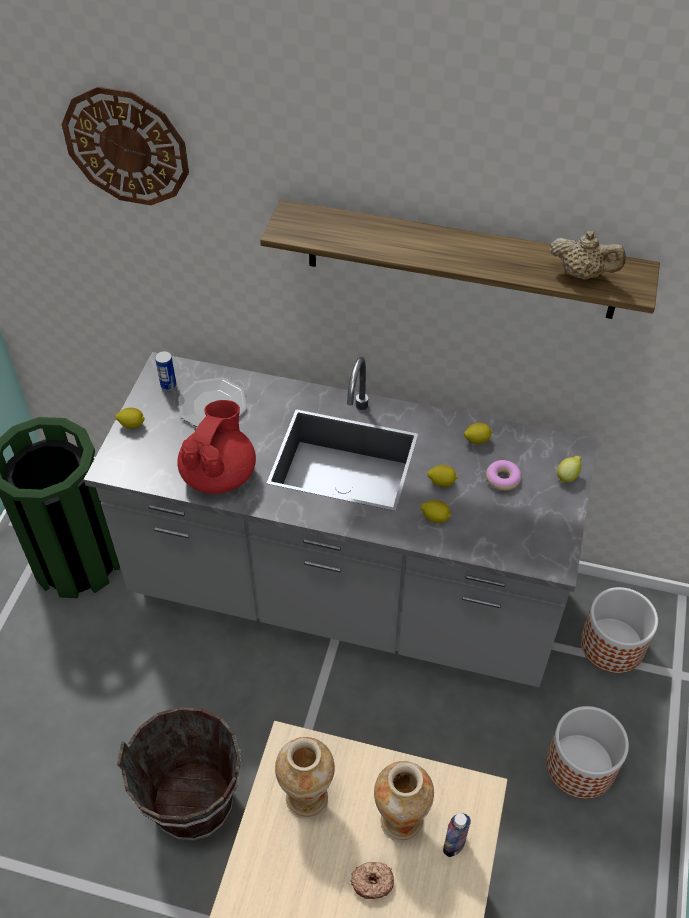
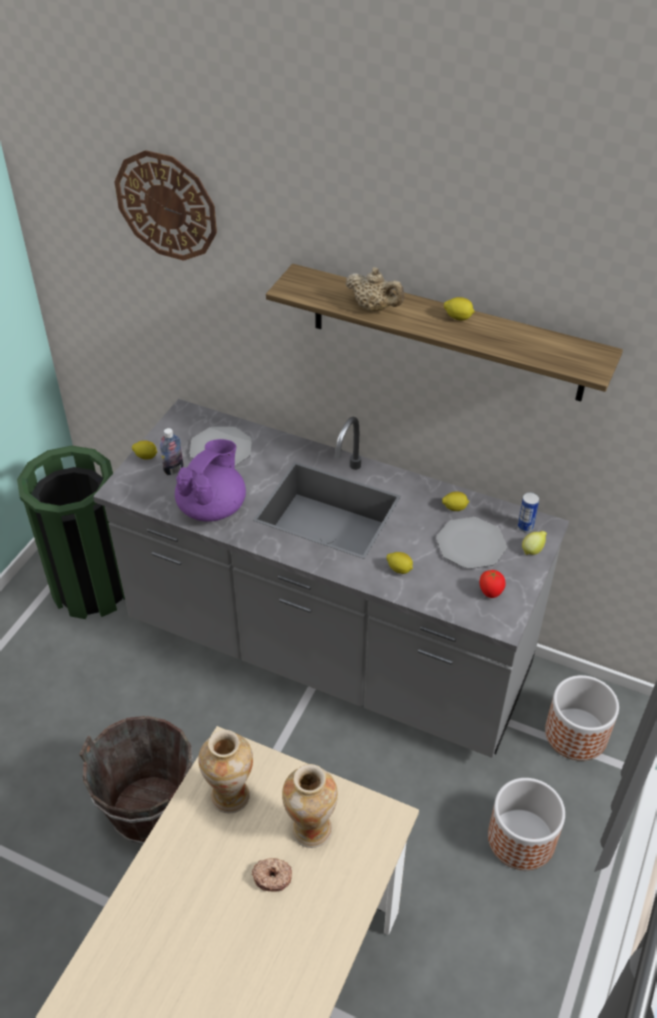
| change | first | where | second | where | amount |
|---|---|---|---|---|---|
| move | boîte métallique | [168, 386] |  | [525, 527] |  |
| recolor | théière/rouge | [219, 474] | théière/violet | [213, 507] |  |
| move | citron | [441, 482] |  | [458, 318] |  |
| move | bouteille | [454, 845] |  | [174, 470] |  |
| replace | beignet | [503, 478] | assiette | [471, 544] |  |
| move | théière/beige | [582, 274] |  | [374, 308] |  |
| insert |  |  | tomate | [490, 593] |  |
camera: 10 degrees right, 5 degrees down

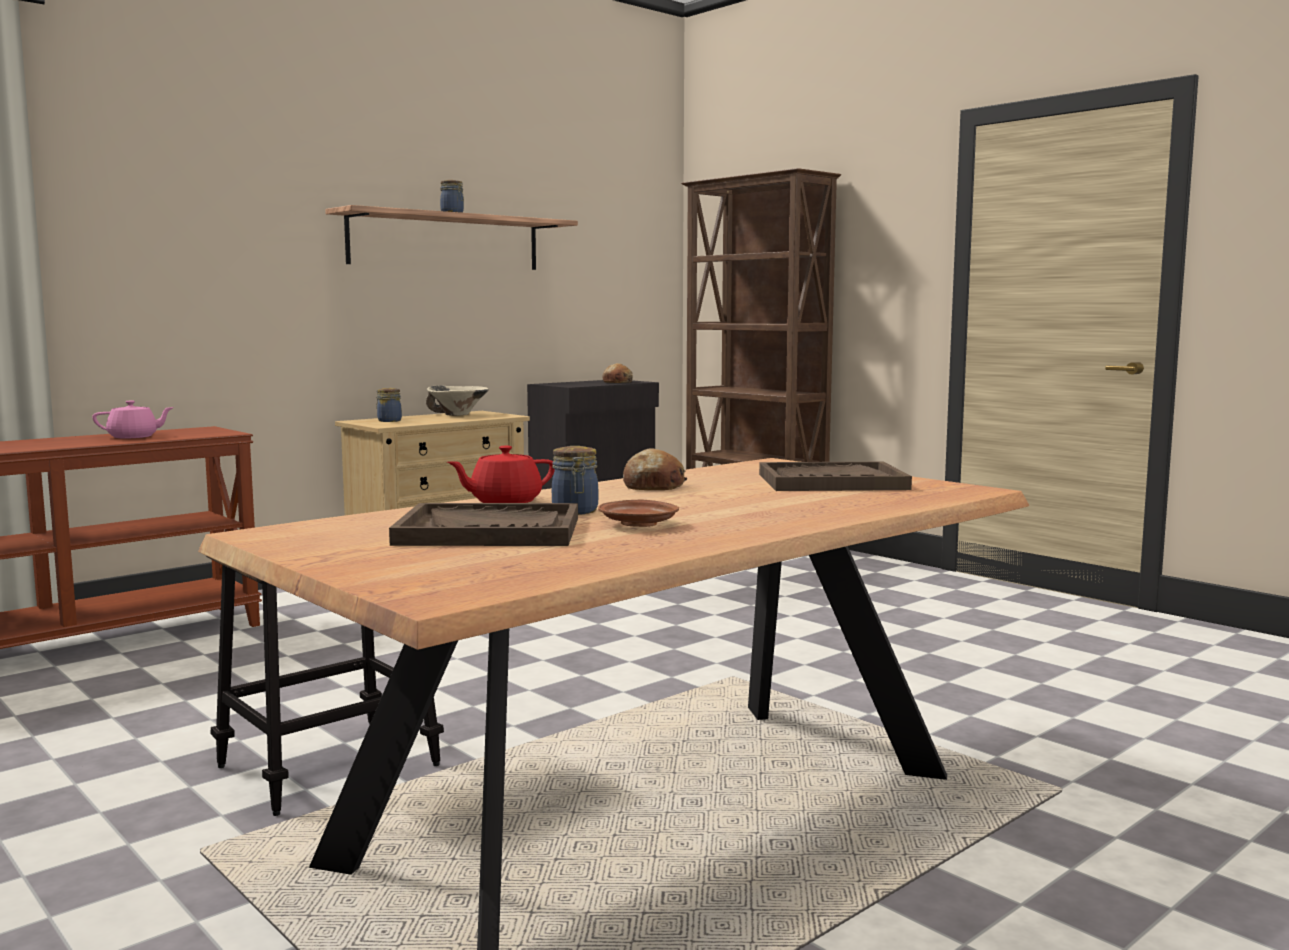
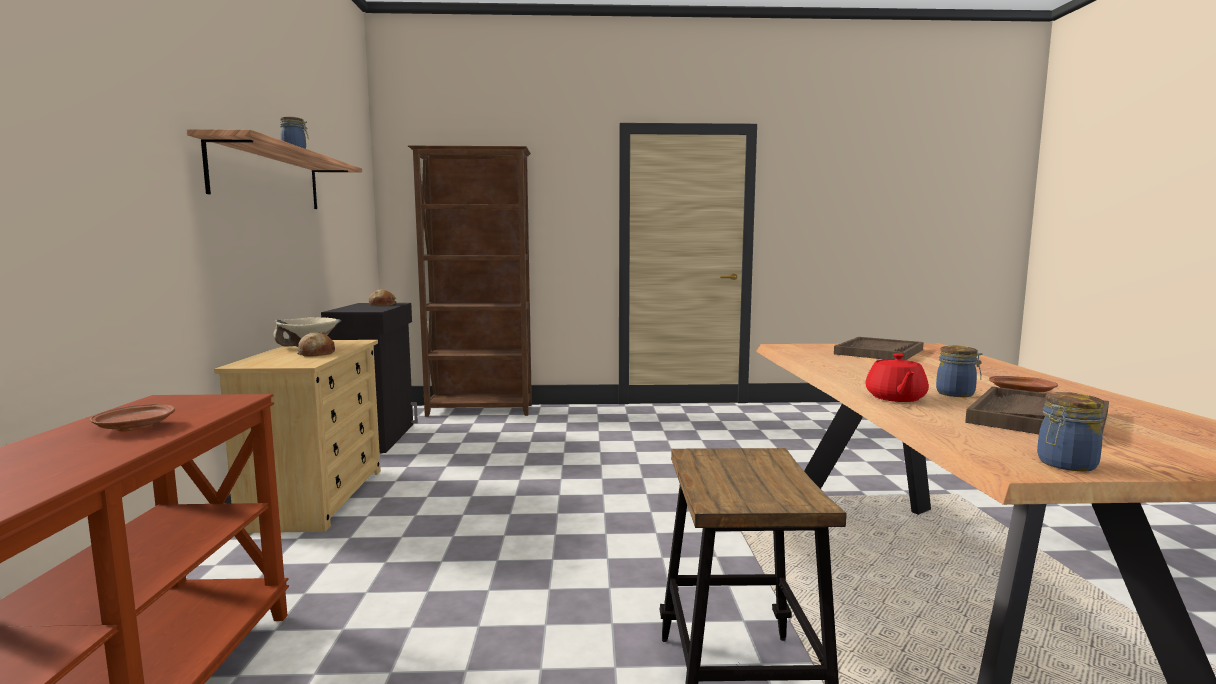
| change | first | where | second | where | amount |
|---|---|---|---|---|---|
| replace | théière/rose | [134, 437] | assiette/marron | [135, 427] |  |
| move | bocal | [388, 421] |  | [1065, 464] |  |
| move | pain | [653, 486] |  | [316, 353] |  |
camera: 50 degrees left, 0 degrees up

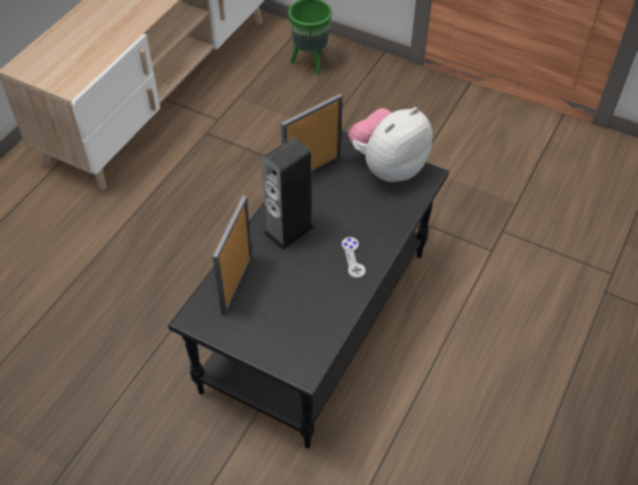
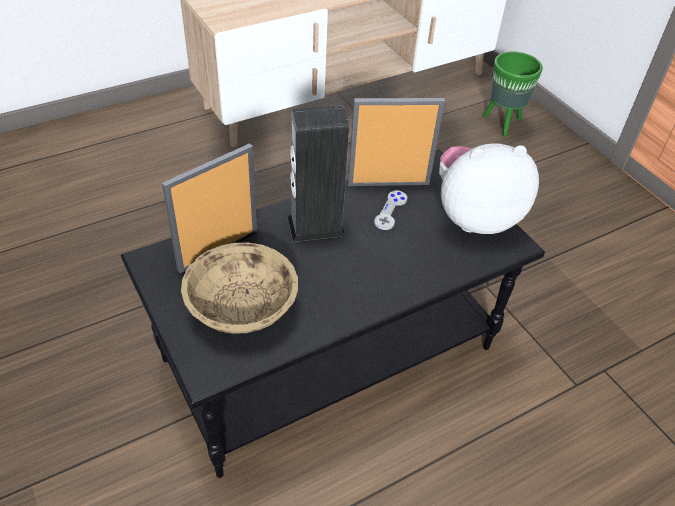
| change | first | where | second | where | amount |
|---|---|---|---|---|---|
| move | manette/gris | [353, 258] |  | [390, 211] |  |
| insert |  |  | bol/beige | [242, 306] |  |
camera: 30 degrees right, 5 degrees down

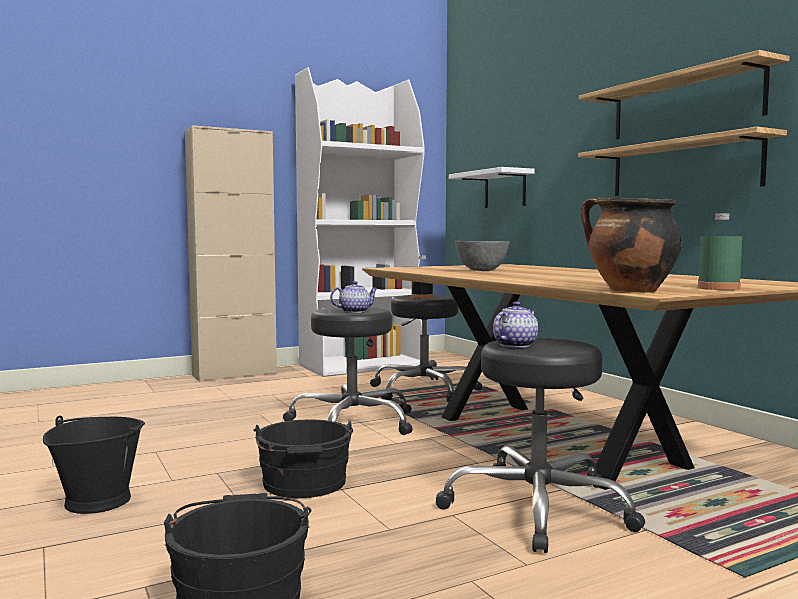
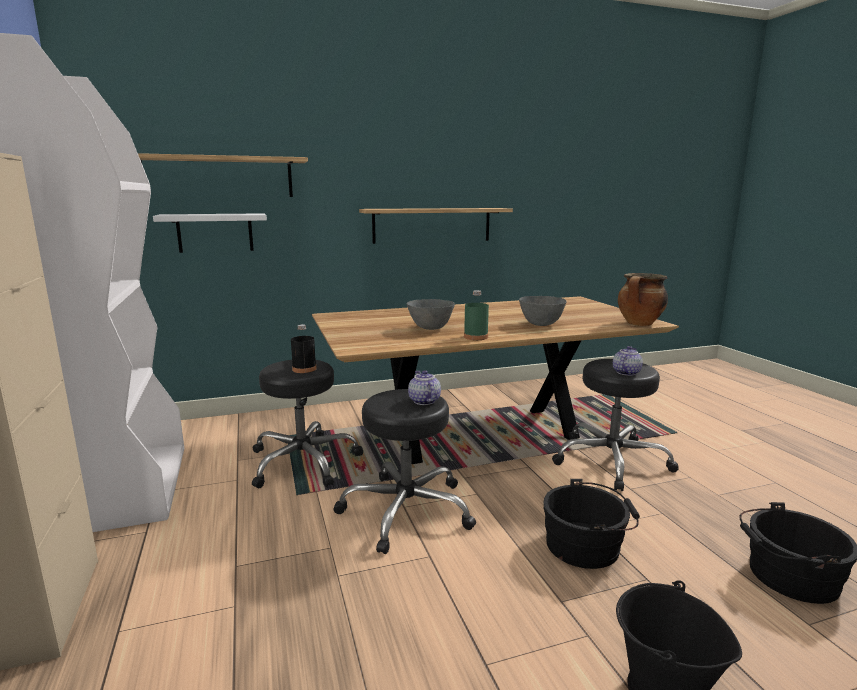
| change | first | where | second | where | amount |
|---|---|---|---|---|---|
| rotate | théière | [514, 345] |  | [625, 372] | 75 degrees clockwise |
| move | étagère | [684, 104] |  | [218, 177] |  |
| move | bouteille/vert | [718, 288] |  | [475, 337] |  |
| insert |  |  | bol/gris | [541, 324] |  |
camera: 80 degrees left, 10 degrees up

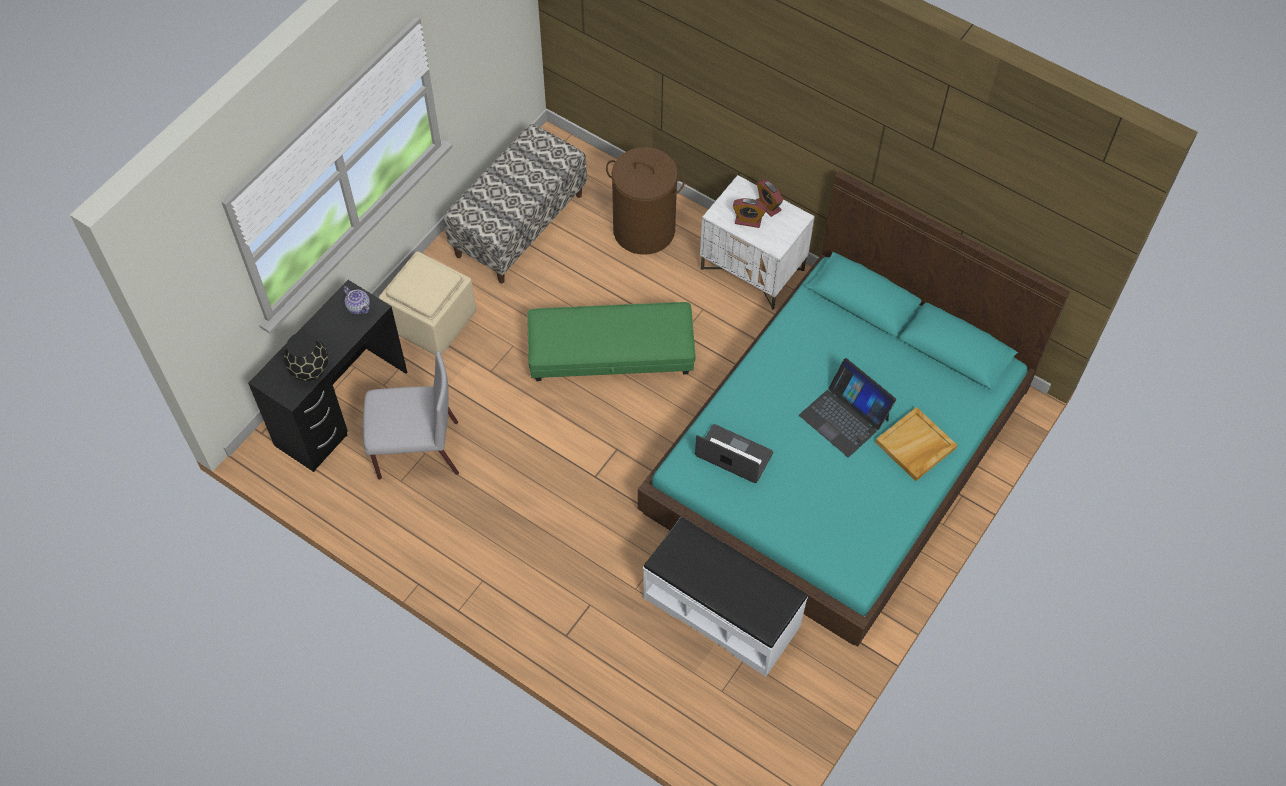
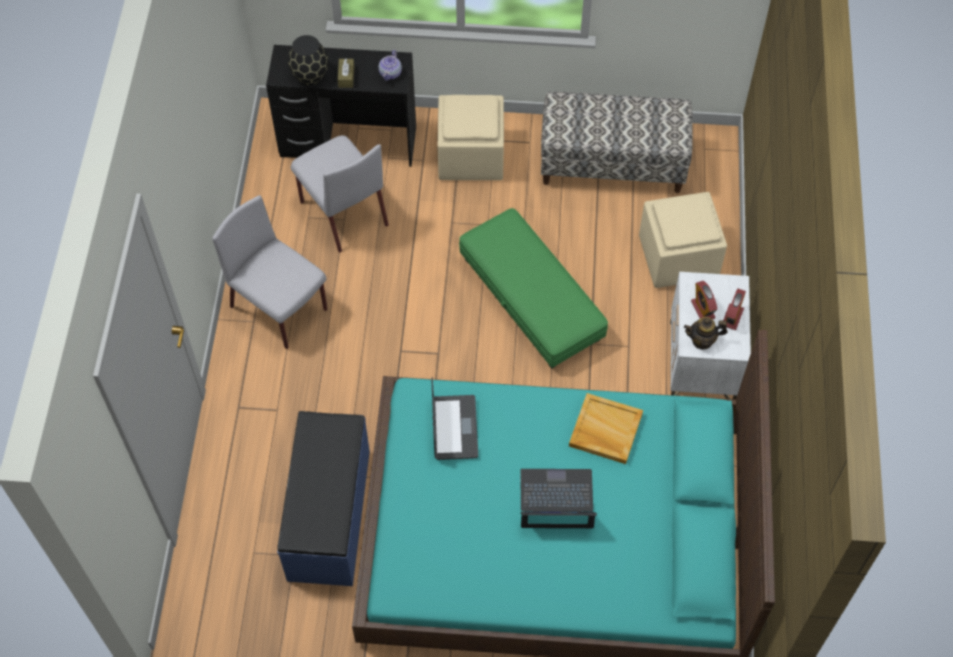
| change | first | where | second | where | amount |
|---|---|---|---|---|---|
| replace | panier à linge/marron | [644, 230] | pouf/beige | [679, 258] |  |
| recolor | banc/blanc | [722, 611] | banc/bleu | [330, 514] |  |
| rotate | ordinateur portable | [844, 417] |  | [556, 500] | 75 degrees clockwise |
| move | plateau/beige | [915, 446] |  | [605, 430] |  |
| insert |  |  | chaise/gris | [280, 309] |  |
| insert |  |  | boîte à mouchoirs/marron | [346, 77] |  |
| insert |  |  | théière | [702, 340] |  |
camera: 60 degrees right, 0 degrees up

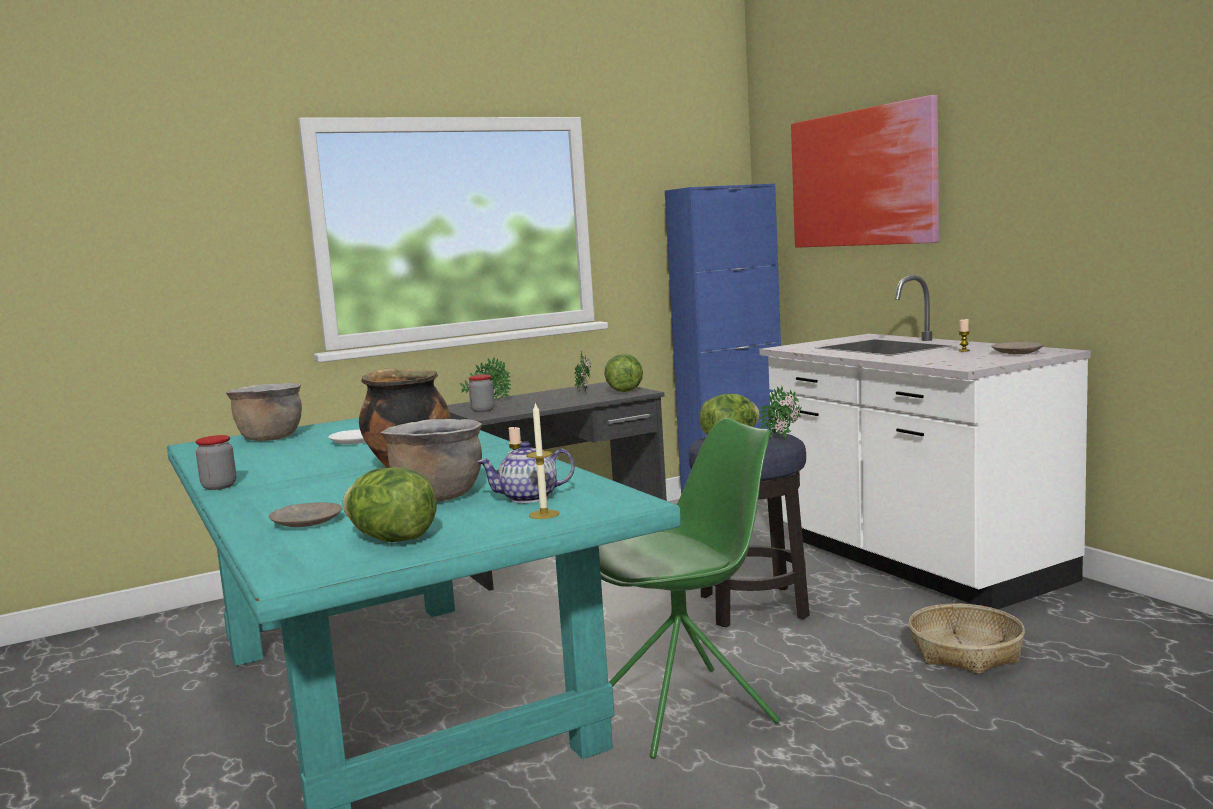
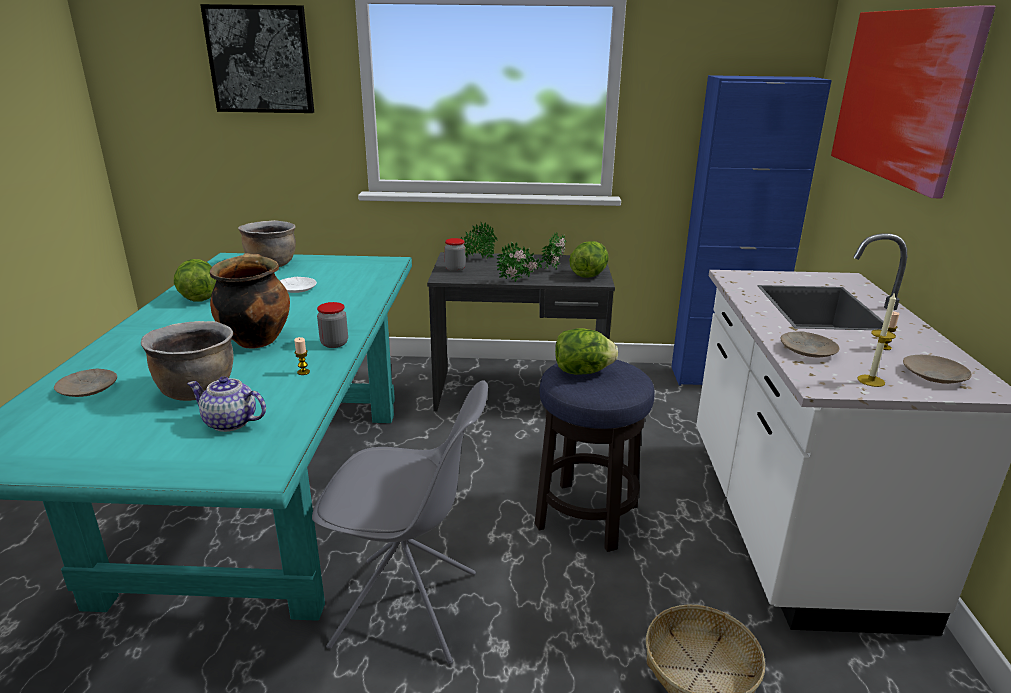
| change | first | where | second | where | amount |
|---|---|---|---|---|---|
| move | bocal | [219, 486] |  | [334, 343] |  |
| move | laitue | [392, 539] |  | [199, 298] |  |
| move | bougie | [544, 514] |  | [871, 380] |  |
| recolor | chaise/vert | [688, 710] | chaise/gris | [409, 609] |  |
| move | plante en pot | [785, 438] |  | [519, 281] |  |
| insert |  |  | tableau | [260, 60] |  |
| insert |  |  | assiette/beige | [807, 350] |  |
camera: 30 degrees right, 15 degrees up

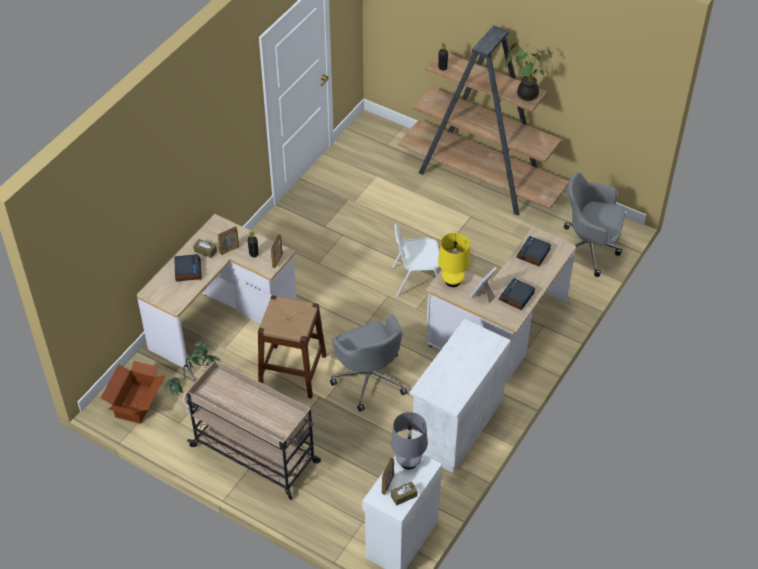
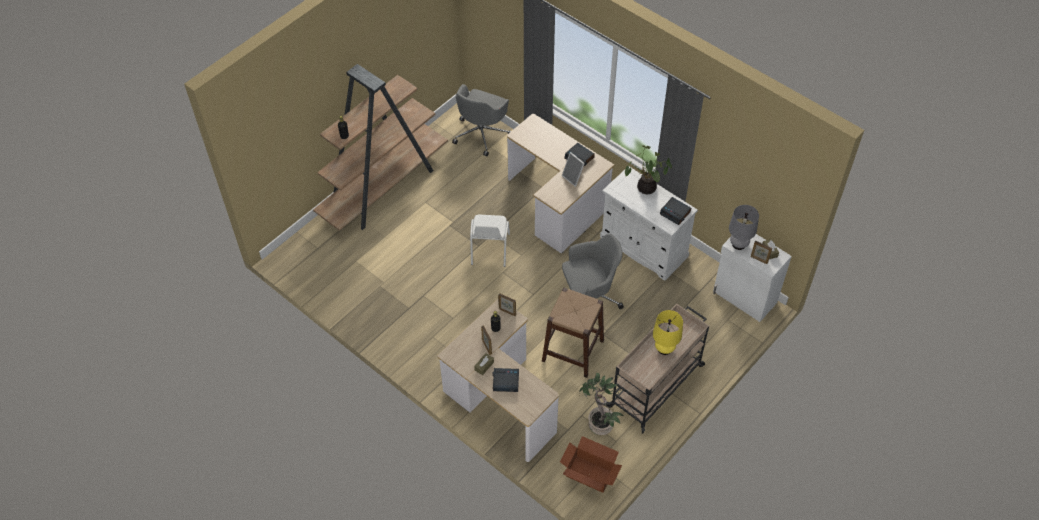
| change | first | where | second | where | amount |
|---|---|---|---|---|---|
| move | lampe de table/jaune | [452, 281] |  | [664, 348] |  |
| move | plante en pot | [525, 94] |  | [645, 189] |  |
| move | réveil | [533, 254] |  | [675, 213] |  |
camera: 80 degrees left, 5 degrees up

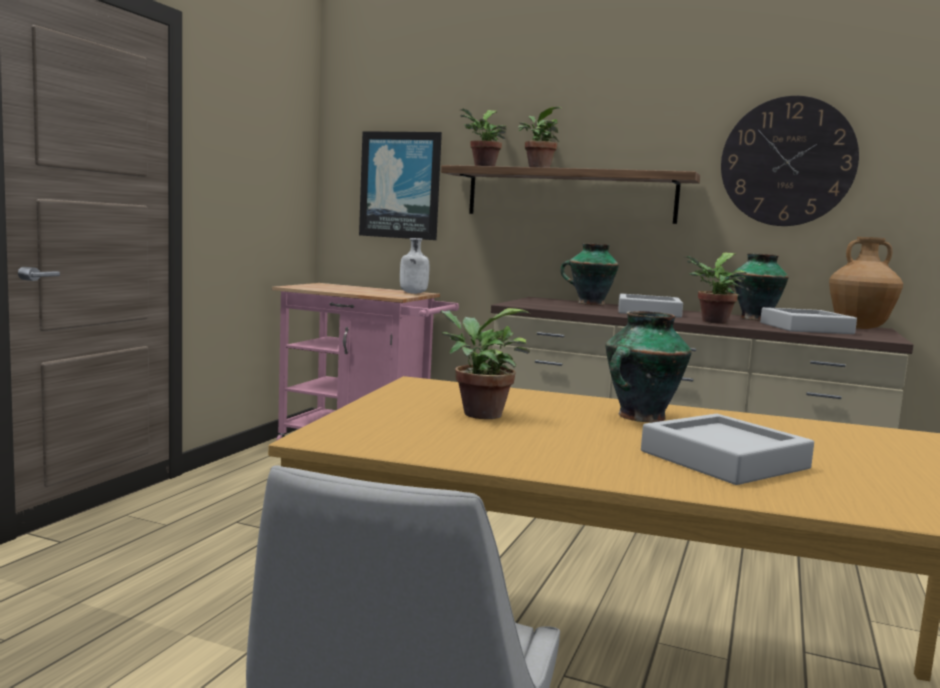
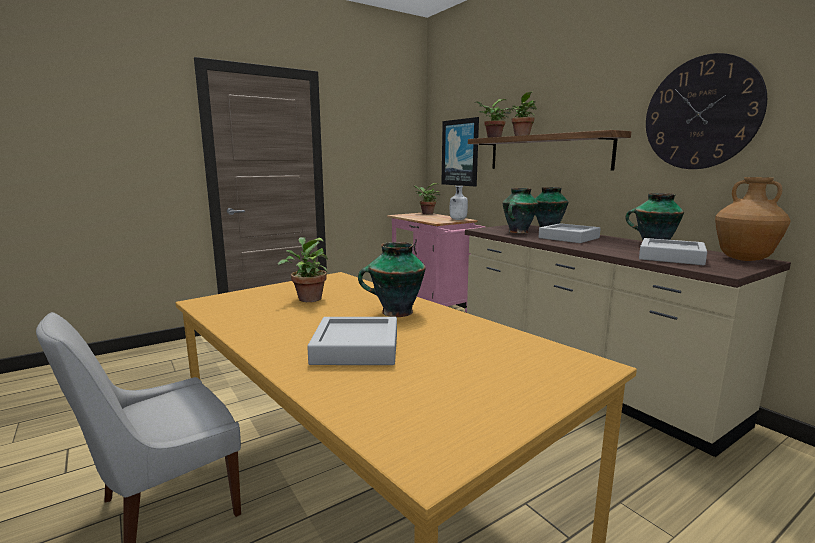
| change | first | where | second | where | amount |
|---|---|---|---|---|---|
| move | plante en pot | [712, 322] |  | [426, 213] |  |
| insert |  |  | vase | [518, 232] |  |
camera: 35 degrees right, 5 degrees up

